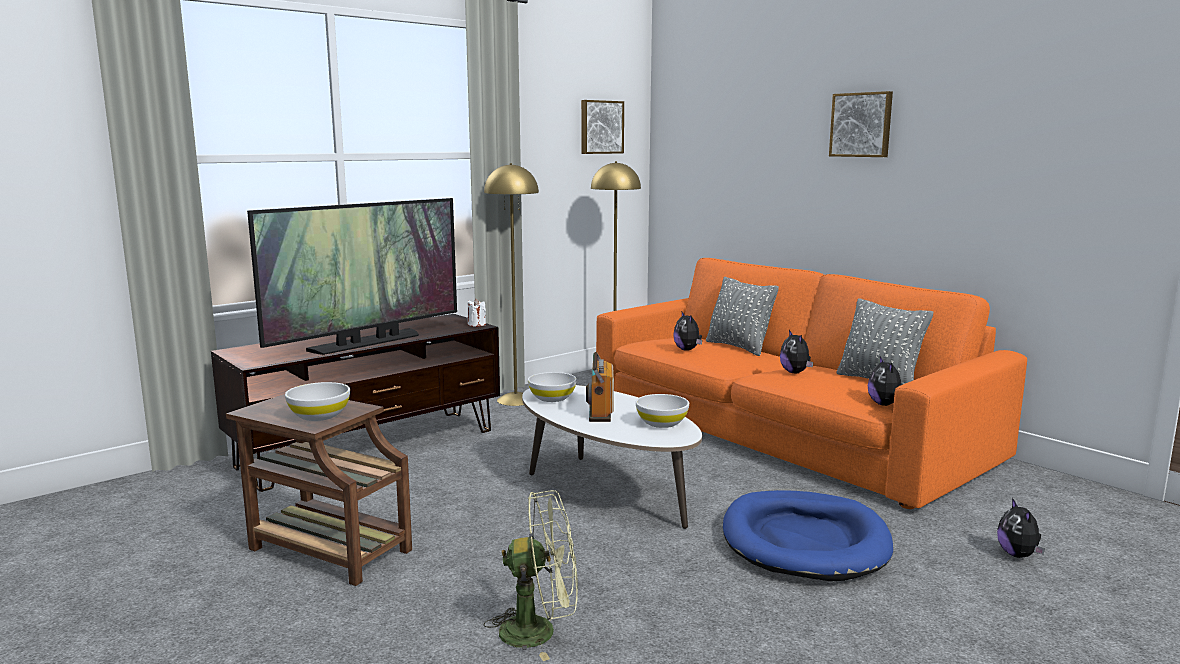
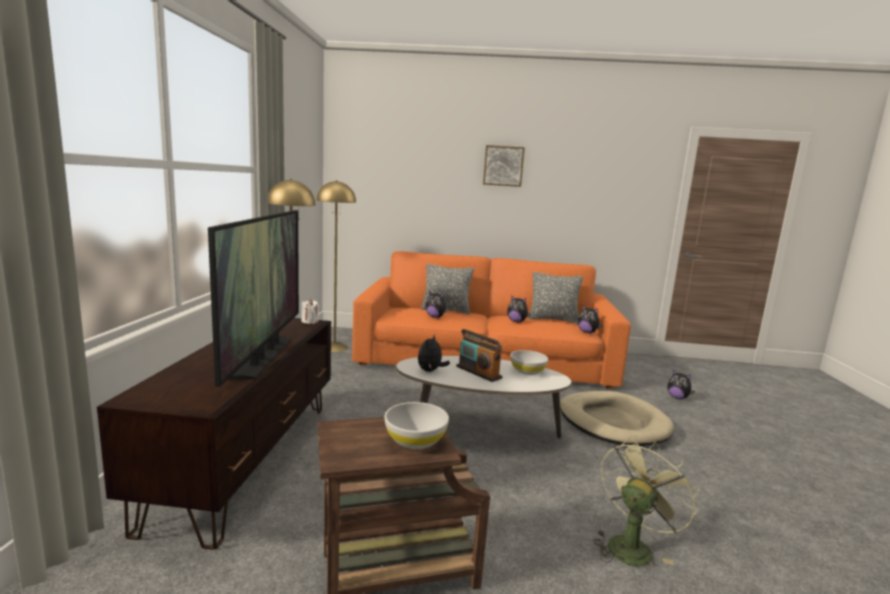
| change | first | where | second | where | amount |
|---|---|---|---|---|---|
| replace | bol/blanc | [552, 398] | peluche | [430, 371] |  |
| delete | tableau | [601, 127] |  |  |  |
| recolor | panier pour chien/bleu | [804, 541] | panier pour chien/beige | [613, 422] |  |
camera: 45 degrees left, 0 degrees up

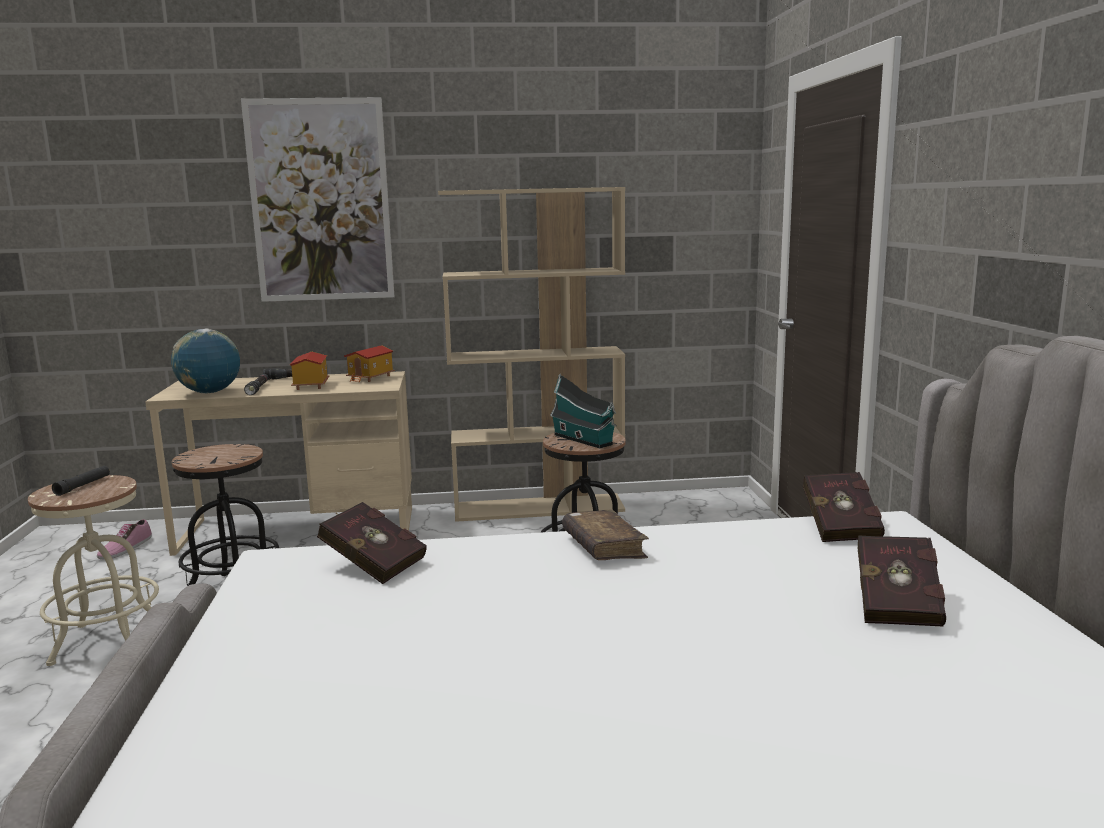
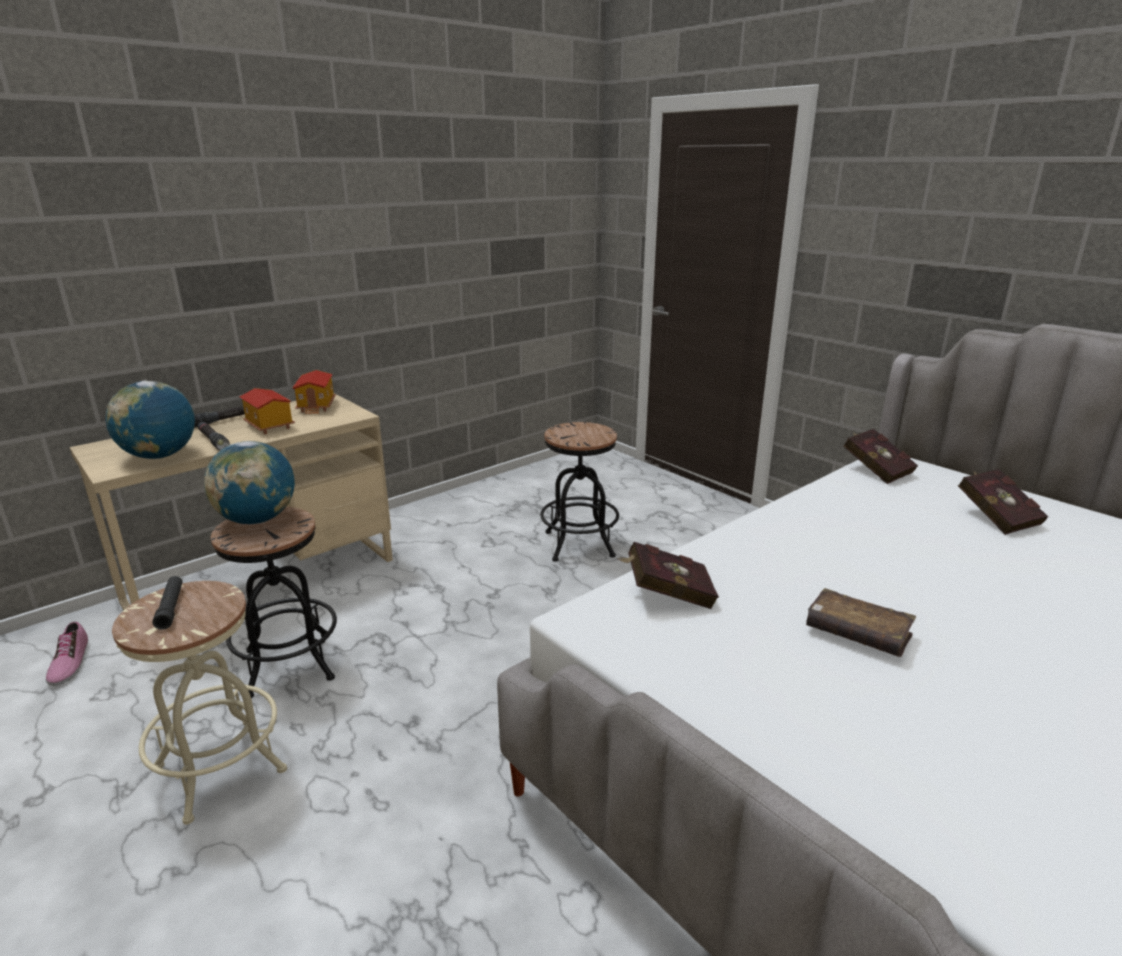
| change | first | where | second | where | amount |
|---|---|---|---|---|---|
| delete | tableau | [320, 201] |  |  |  |
| delete | bibliothèque/beige | [539, 508] |  |  |  |
| delete | maison miniature | [584, 440] |  |  |  |
| move | livre/marron | [603, 547] |  | [857, 633] |  |
| insert |  |  | globe | [257, 520] |  |
camera: 35 degrees left, 10 degrees up

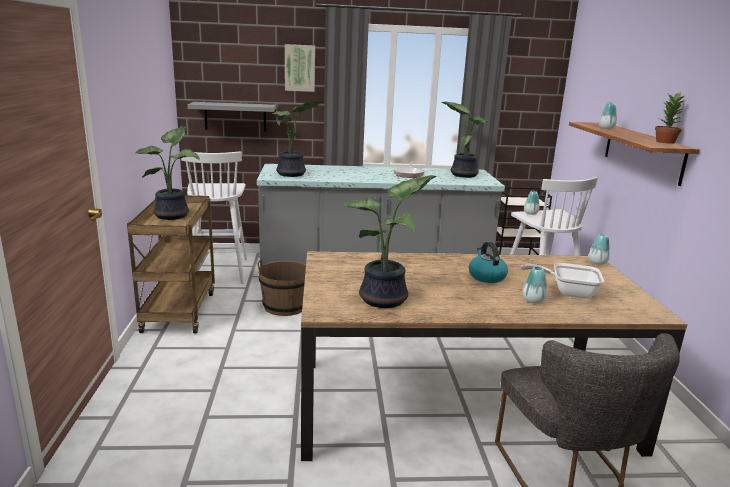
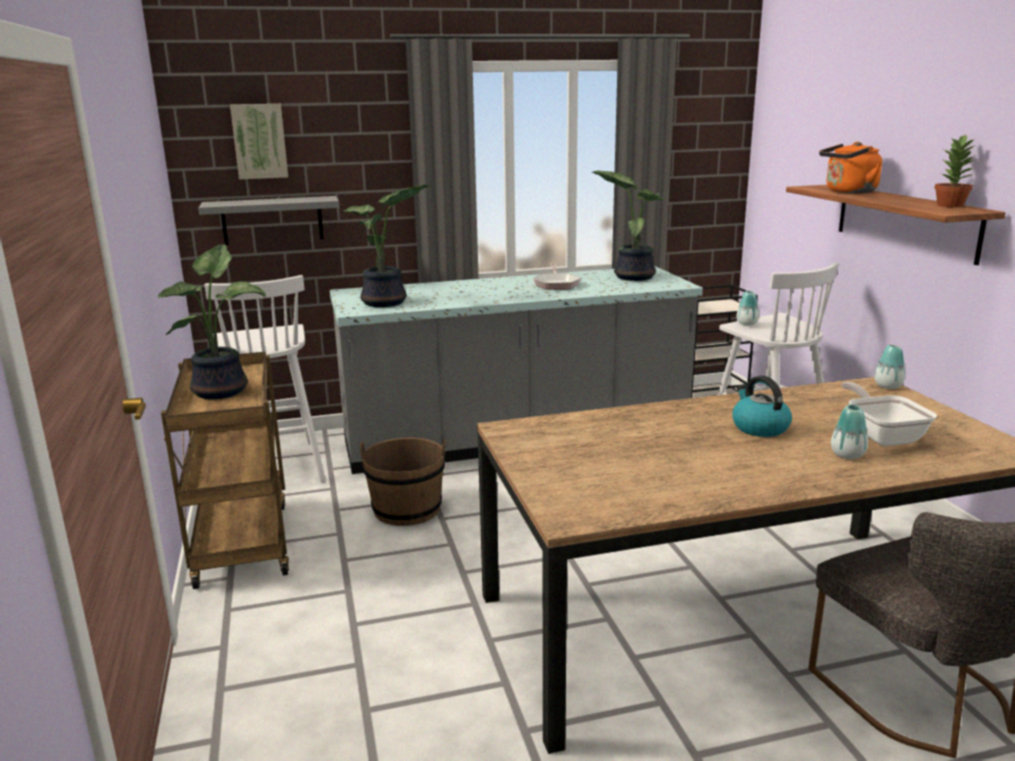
| change | first | where | second | where | amount |
|---|---|---|---|---|---|
| move | tableau | [300, 68] |  | [259, 141] |  |
| delete | plante en pot | [386, 300] |  |  |  |
| rotate | poêle | [567, 292] |  | [882, 435] | 75 degrees clockwise |
| replace | vase | [606, 128] | bouilloire/orange | [848, 192] |  |
camera: 10 degrees left, 0 degrees up

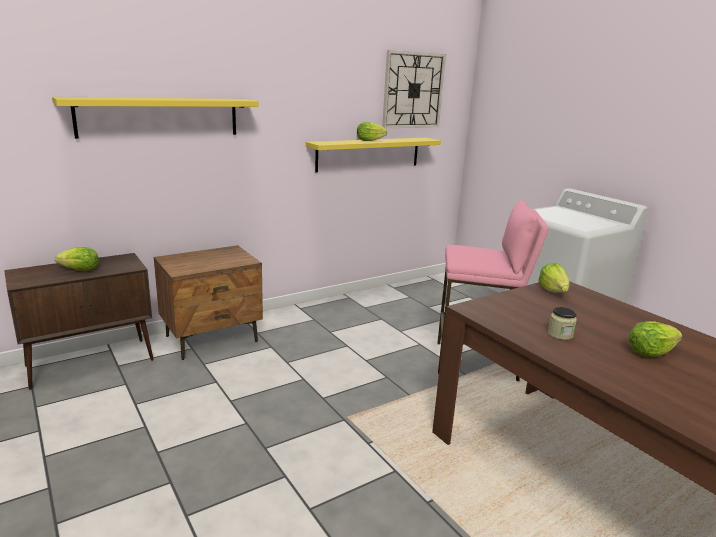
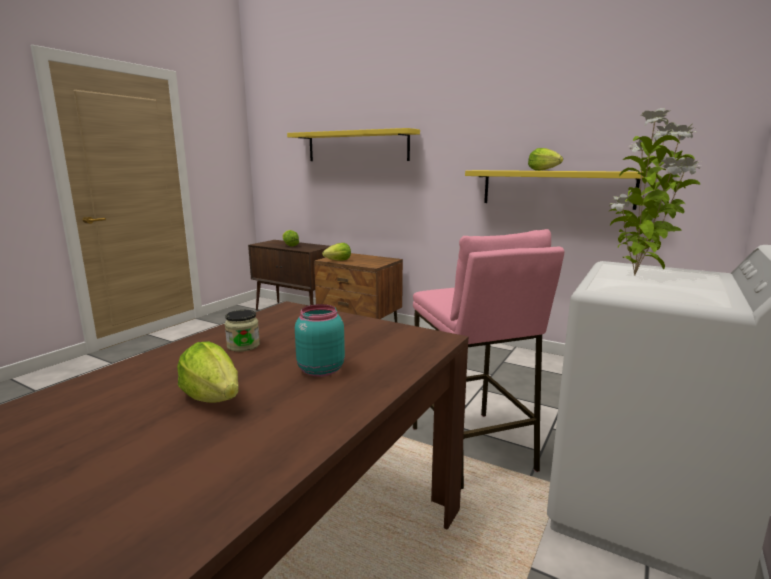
| change | first | where | second | where | amount |
|---|---|---|---|---|---|
| delete | horloge murale | [413, 90] |  |  |  |
| move | laitue | [553, 291] |  | [338, 261] |  |
| insert |  |  | bocal/turquoise | [319, 370] |  |
| insert |  |  | plante en pot | [637, 275] |  |
camera: 65 degrees right, 5 degrees down

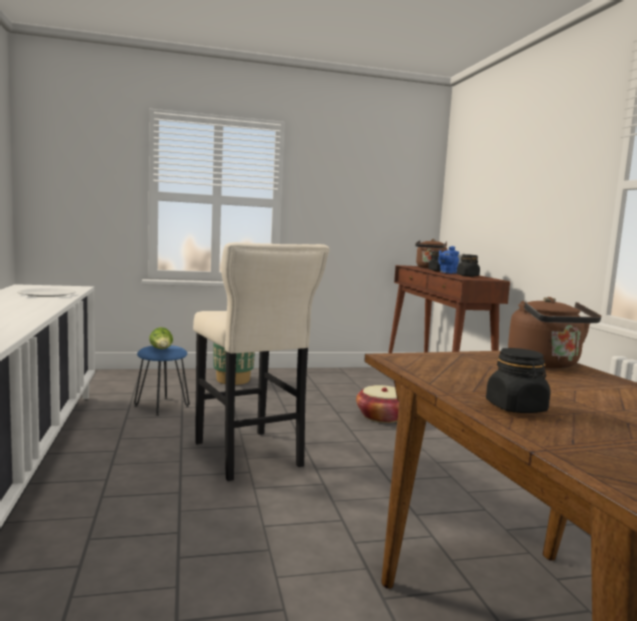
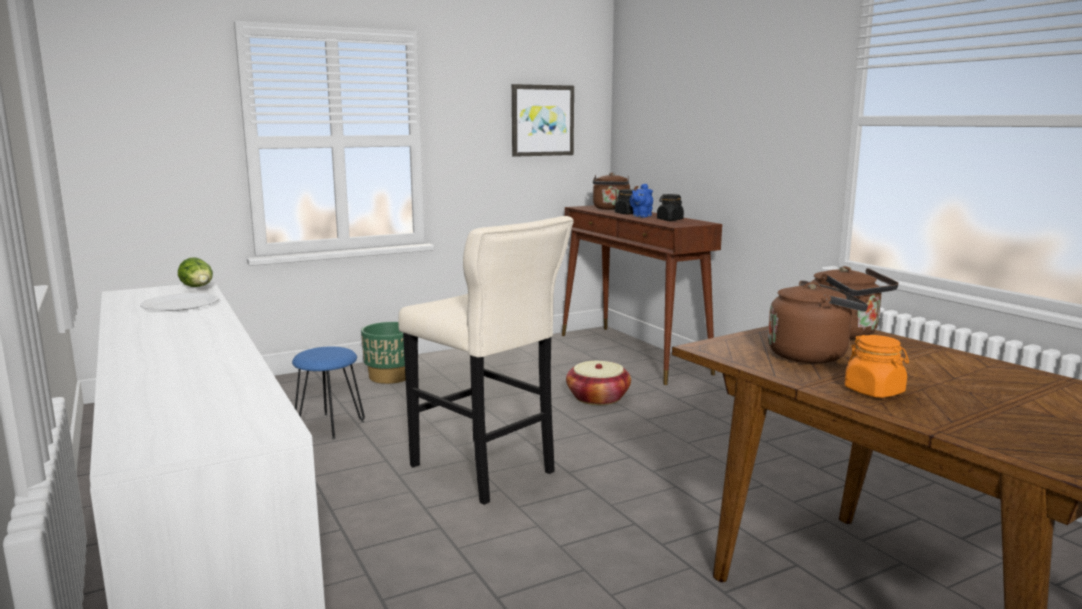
| change | first | where | second | where | amount |
|---|---|---|---|---|---|
| move | laitue | [162, 350] |  | [199, 288] |  |
| recolor | bocal/noir | [516, 408] | bocal/orange | [874, 391] |  |
| insert |  |  | tableau | [542, 120] |  |
| insert |  |  | bouilloire/marron | [812, 355] |  |
camera: 15 degrees left, 5 degrees up

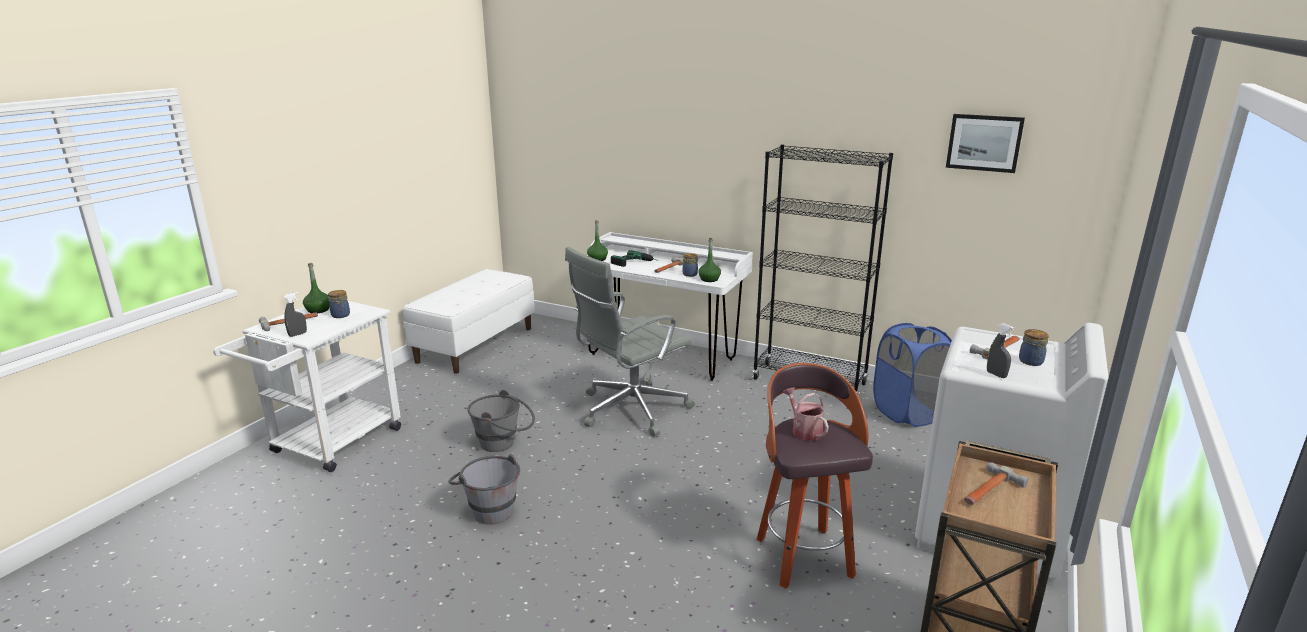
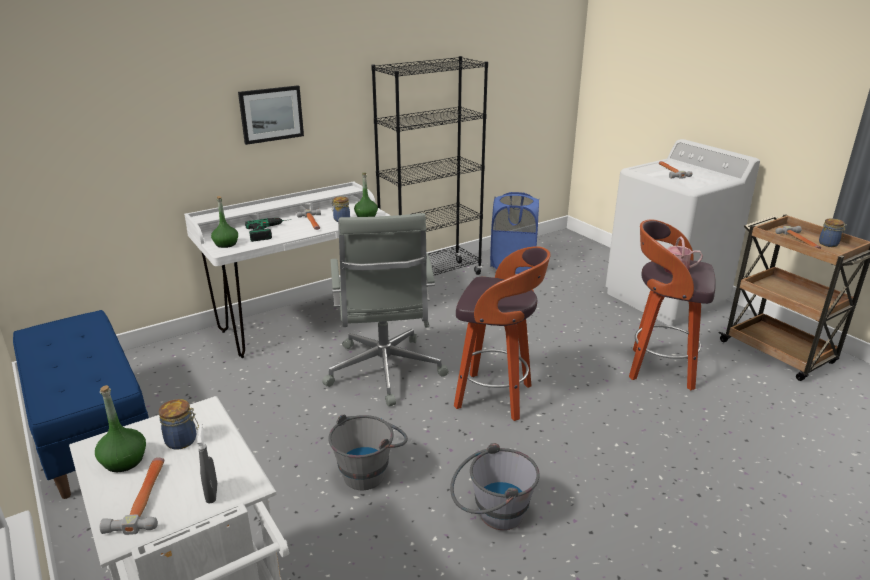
| change | first | where | second | where | amount |
|---|---|---|---|---|---|
| recolor | banc/blanc | [475, 344] | banc/bleu | [91, 431] |  |
| move | tableau | [984, 142] |  | [271, 114] |  |
| delete | vaporisateur/gris | [996, 375] |  |  |  |
| move | bocal | [1031, 362] |  | [829, 244] |  |
| insert |  |  | tabouret | [496, 397] |  |
camera: 60 degrees left, 5 degrees up

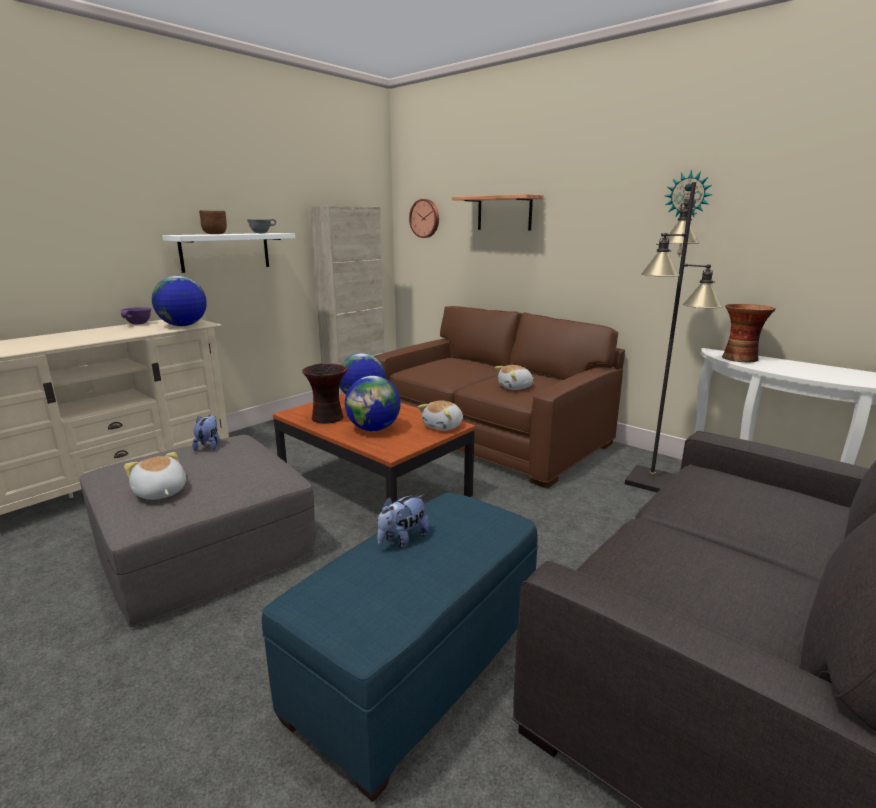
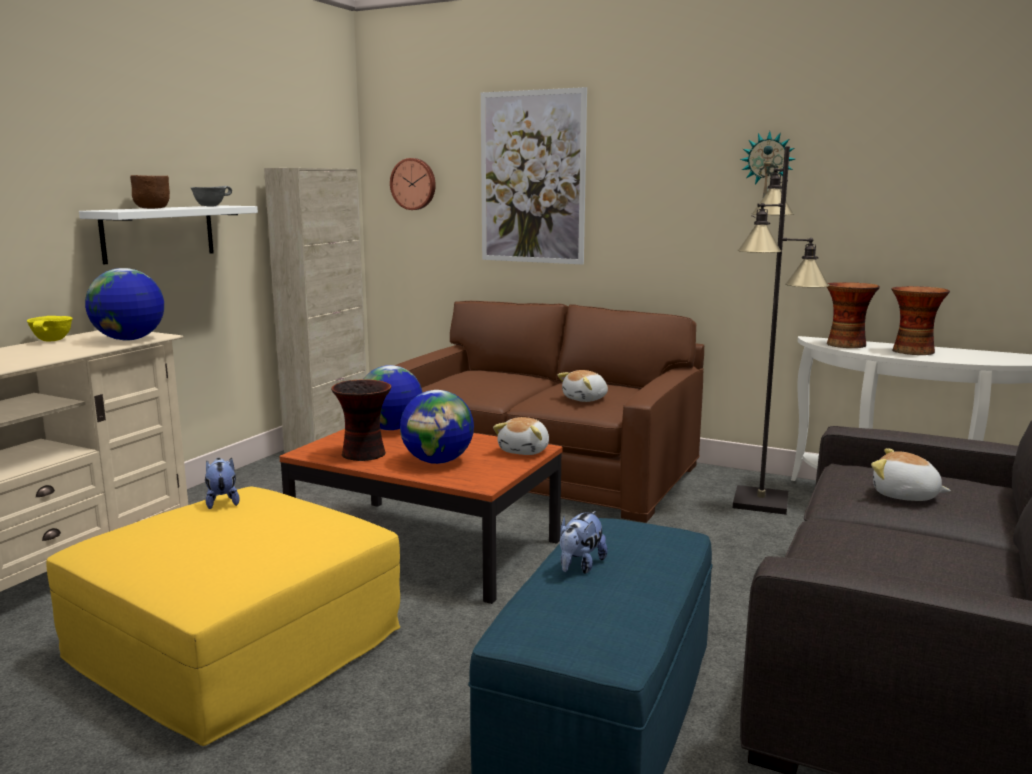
| change | first | where | second | where | amount |
|---|---|---|---|---|---|
| recolor | pouf/gris | [205, 548] | pouf/jaune | [237, 645] |  |
| recolor | bol/violet | [138, 324] | bol/jaune | [52, 341] |  |
| move | peluche | [160, 492] |  | [904, 496] |  |
| replace | étagère | [504, 213] | tableau | [532, 178] |  |
| insert |  |  | vase | [912, 351] |  |
camera: 15 degrees left, 5 degrees down

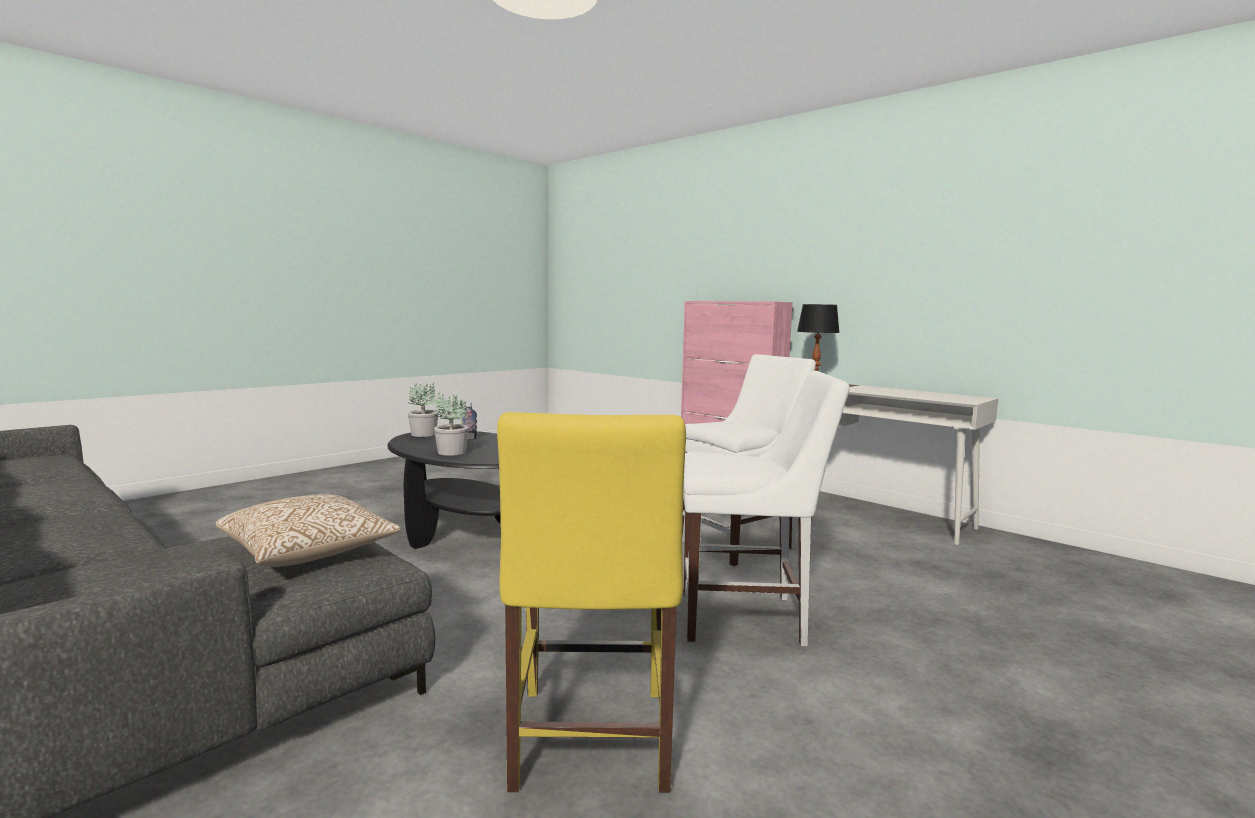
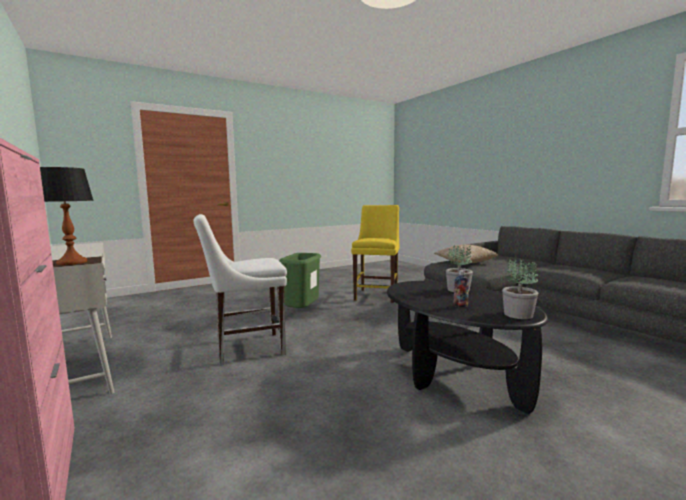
| change | first | where | second | where | amount |
|---|---|---|---|---|---|
| replace | chaise/blanc | [748, 619] | poubelle/vert | [302, 313] |  |
camera: 165 degrees left, 0 degrees up

